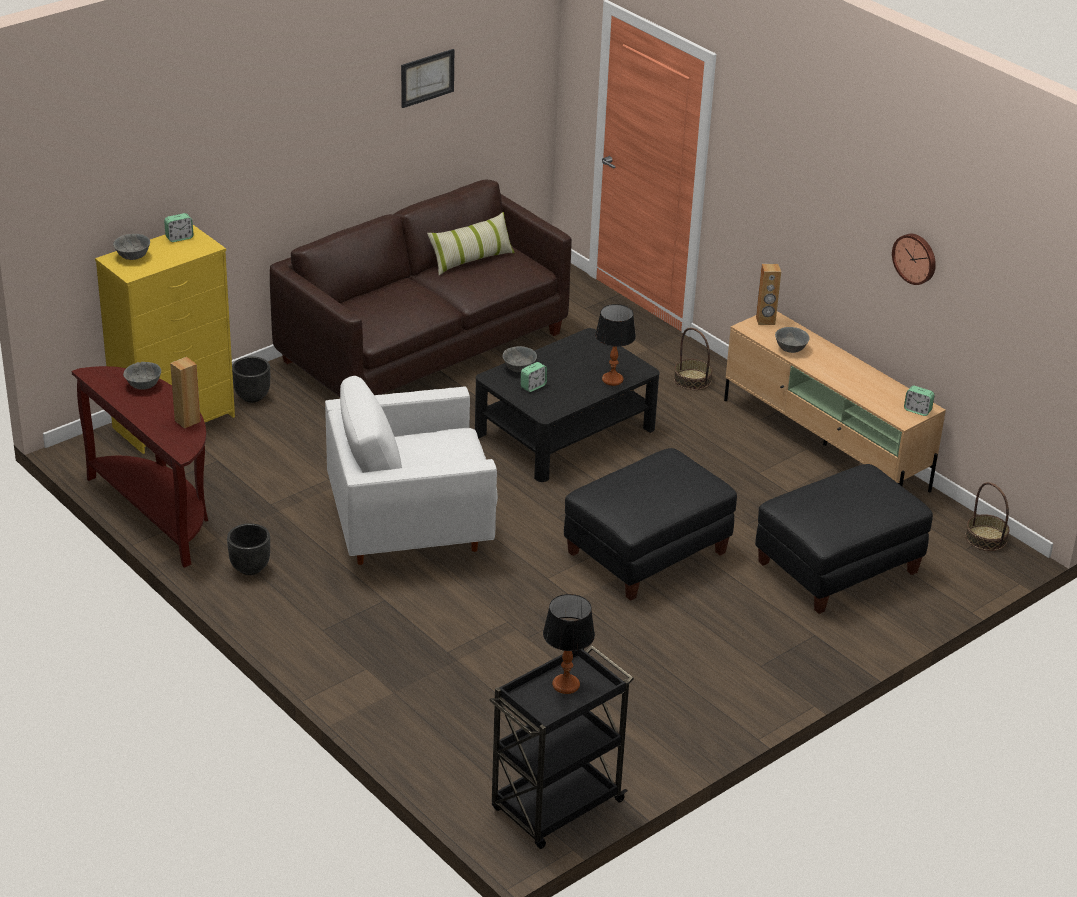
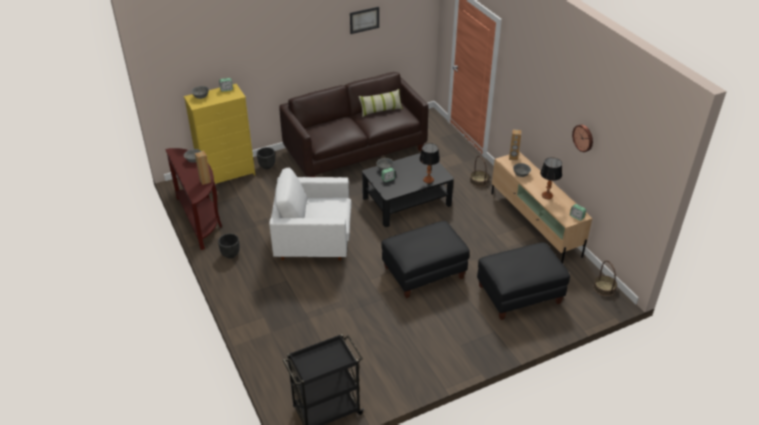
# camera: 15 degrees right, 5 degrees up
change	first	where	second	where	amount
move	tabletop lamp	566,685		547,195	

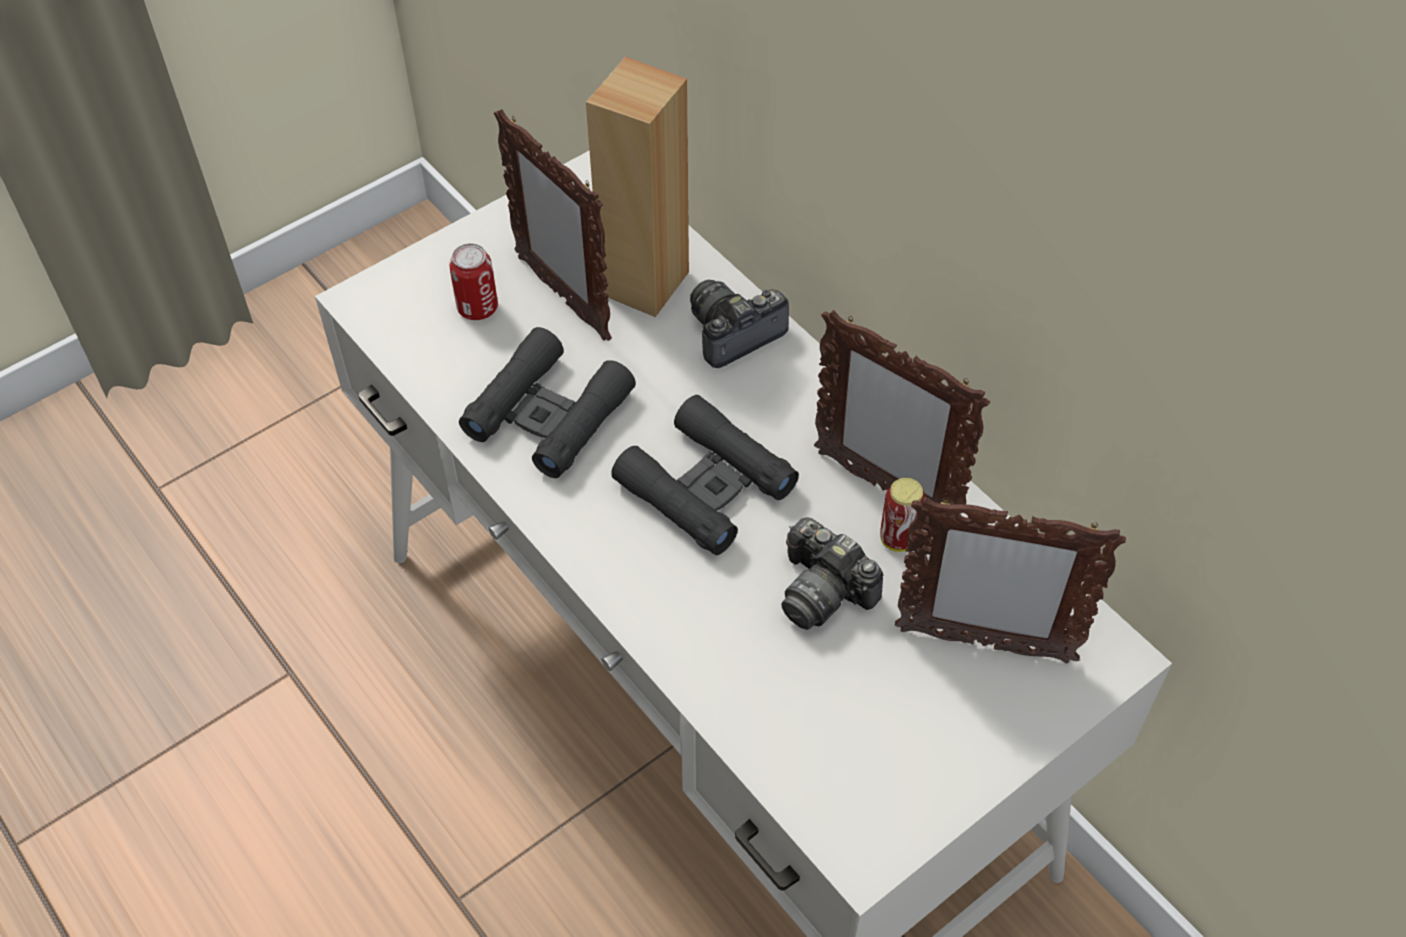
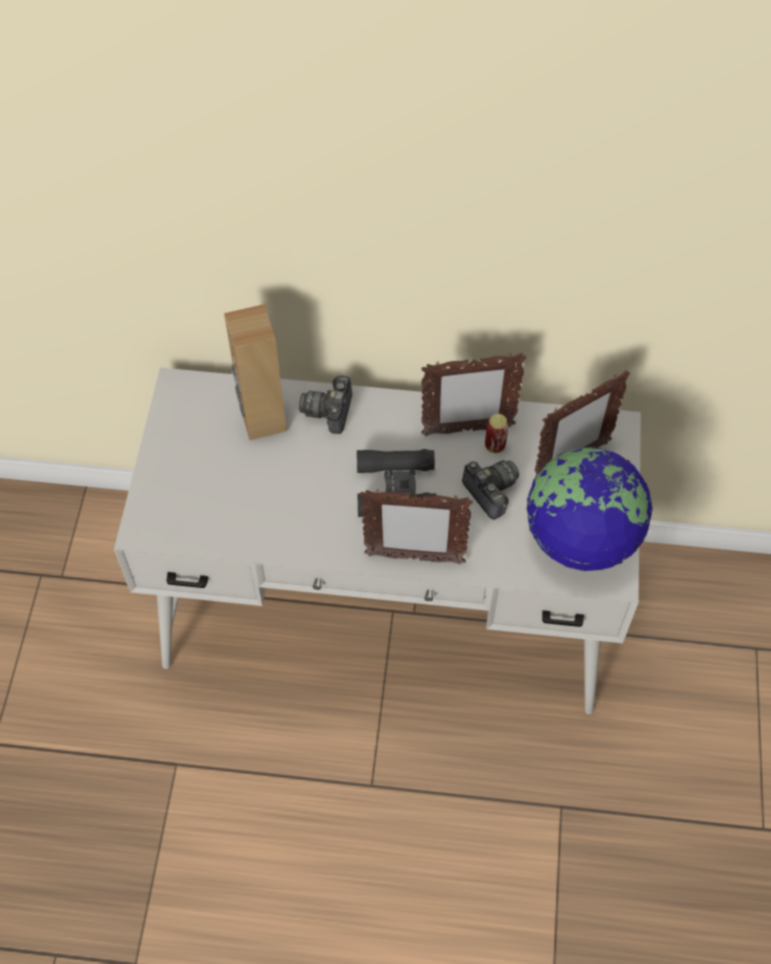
# camera: 45 degrees left, 5 degrees up
change	first	where	second	where	amount
move	photo frame	562,297		413,558	
delete	sealed can	477,308			
delete	field glasses (blackish)	548,414			
rotate	still camera	823,590		490,492	120 degrees counterclockwise
insert			desk globe	580,538	

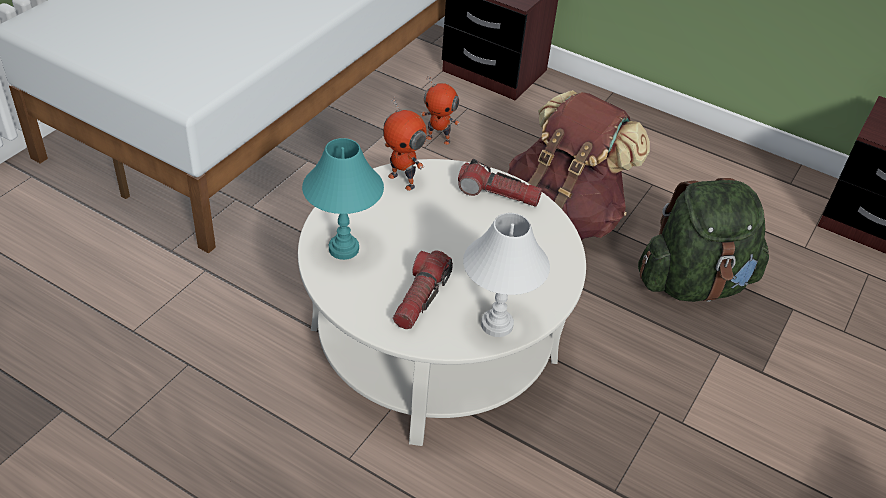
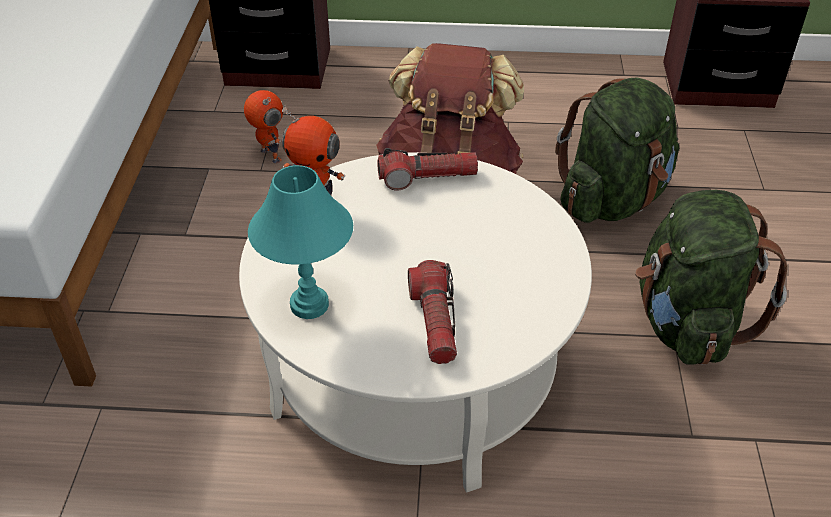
# camera: 25 degrees left, 0 degrees up
change	first	where	second	where	amount
rotate	model robot	438,139		269,156	120 degrees counterclockwise
delete	tabletop lamp (whitish)	497,325			
insert			rucksack (greenish)	686,323	

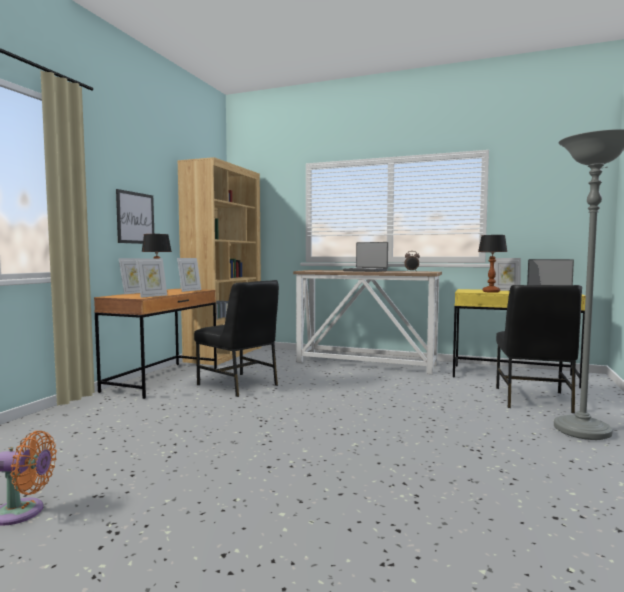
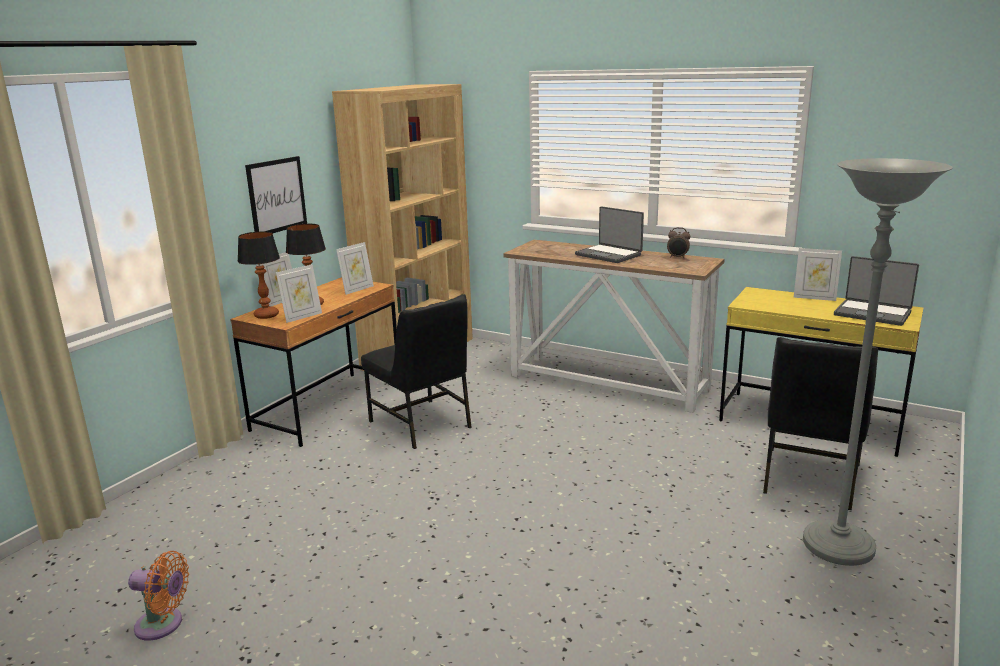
# camera: 10 degrees right, 15 degrees up
change	first	where	second	where	amount
move	tabletop lamp	490,292		266,315	

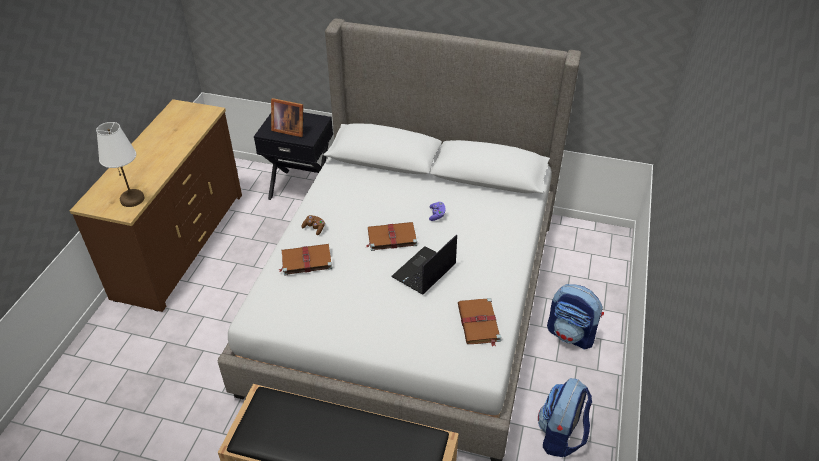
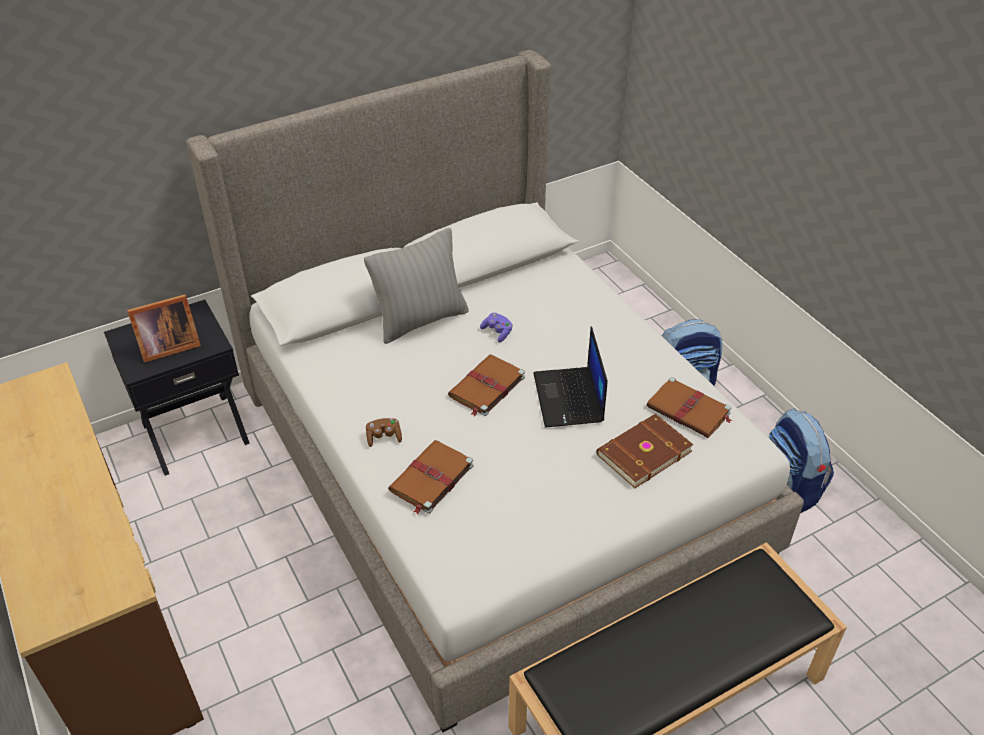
# camera: 45 degrees left, 0 degrees up
change	first	where	second	where	amount
delete	tabletop lamp (whitish)	132,199			
insert			cushion (grey)	421,320	
insert			book (brown-coloured)	642,452	

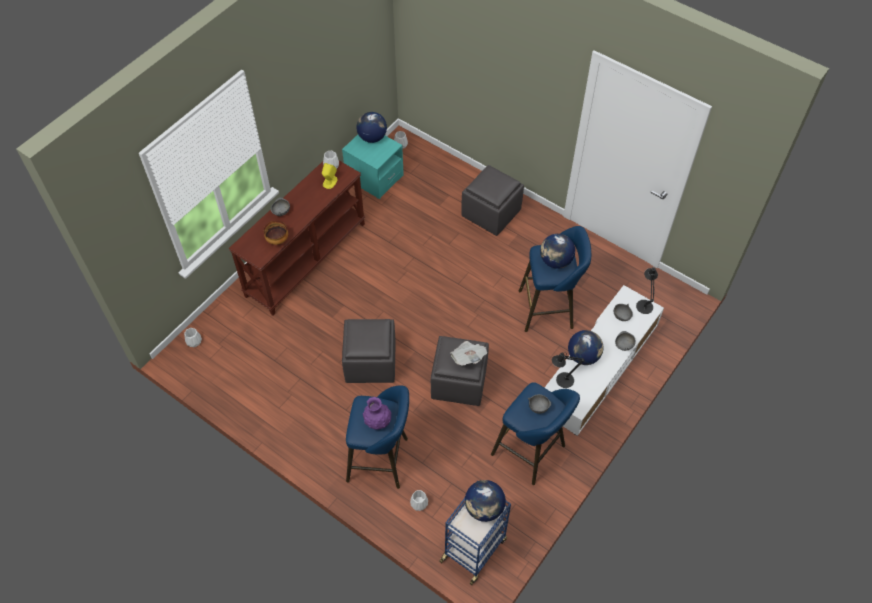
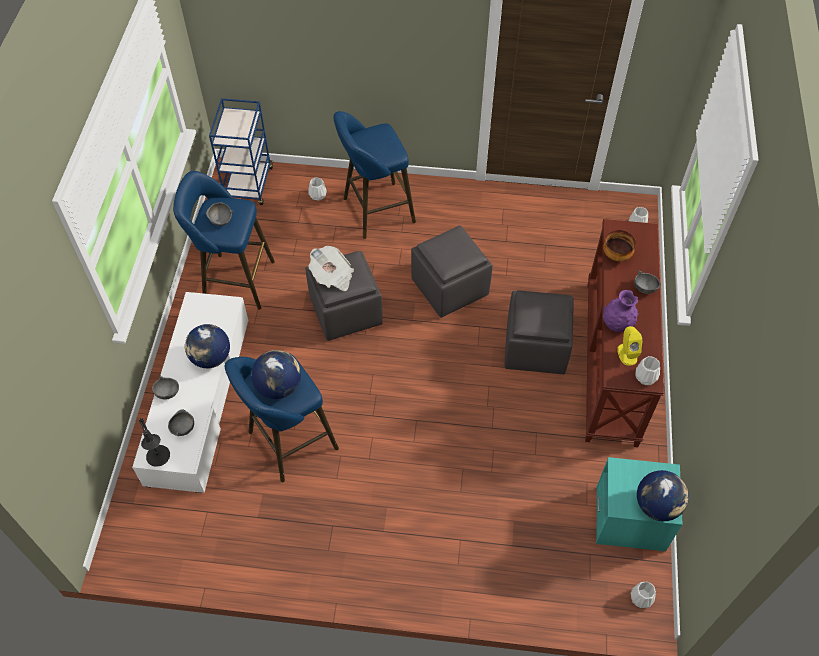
# camera: 150 degrees right, 0 degrees up
change	first	where	second	where	amount
move	pouffe (grey)	491,213		534,348	
delete	tabletop lamp (blackish)	562,380			
move	vase (purple)	377,422		617,324	
delete	desk globe	484,508			

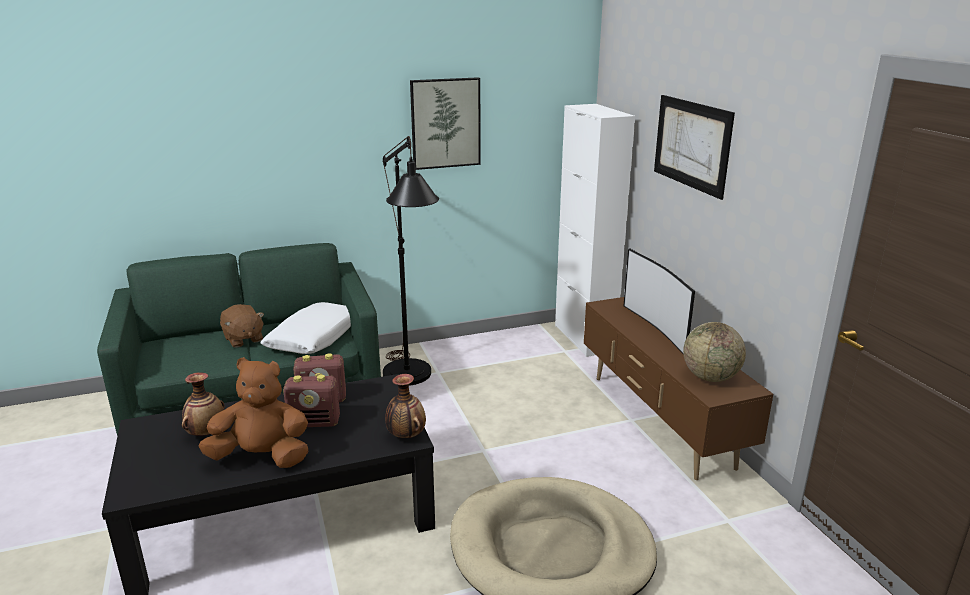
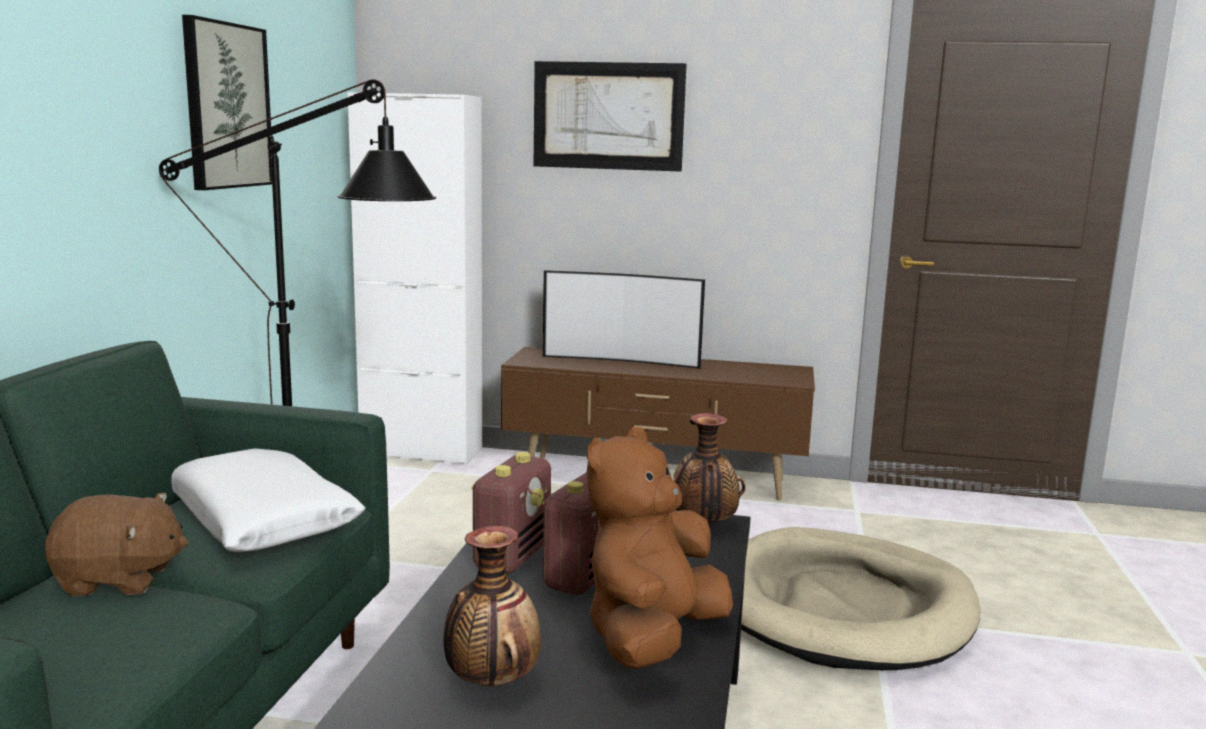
# camera: 60 degrees left, 10 degrees down
change	first	where	second	where	amount
delete	desk globe	710,377			

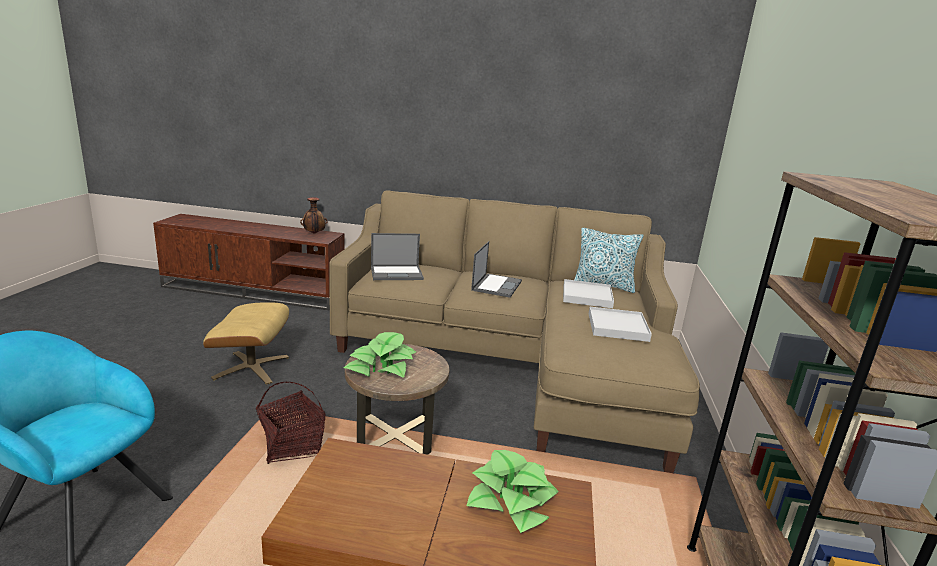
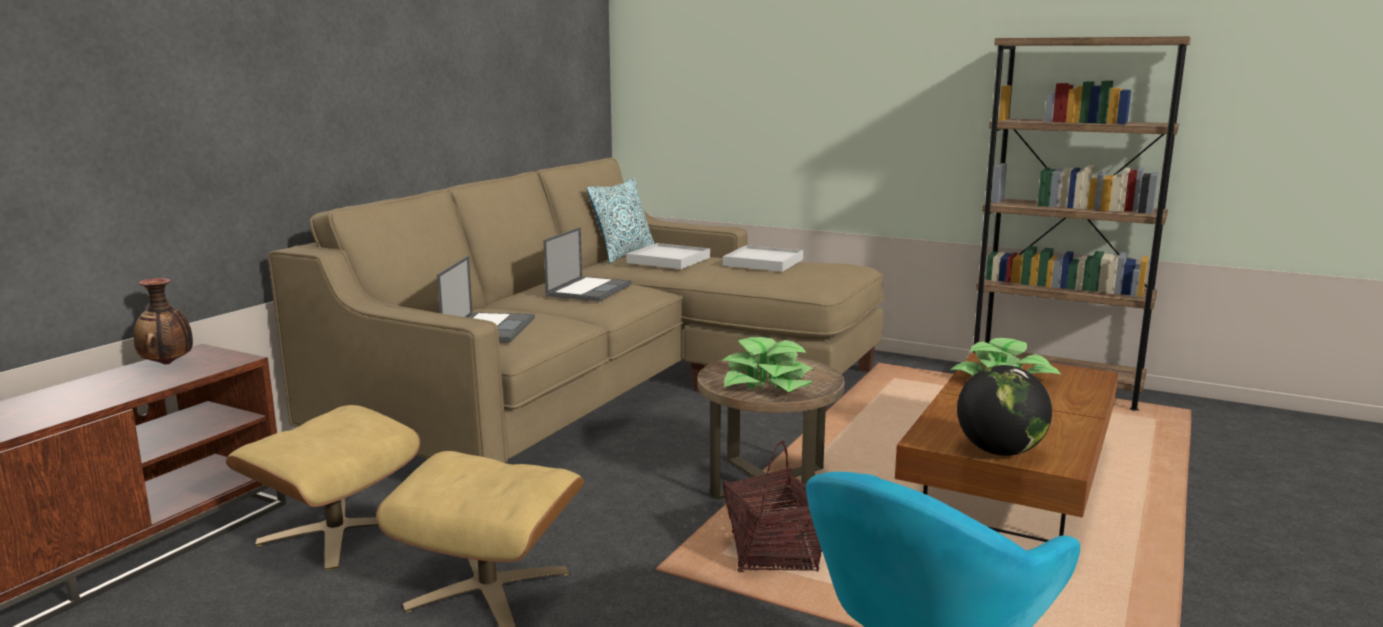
# camera: 70 degrees left, 5 degrees down
change	first	where	second	where	amount
rotate	notebook computer	496,285		589,290	75 degrees clockwise
insert			desk globe	999,451	
insert			pouffe (beige)	335,532	

